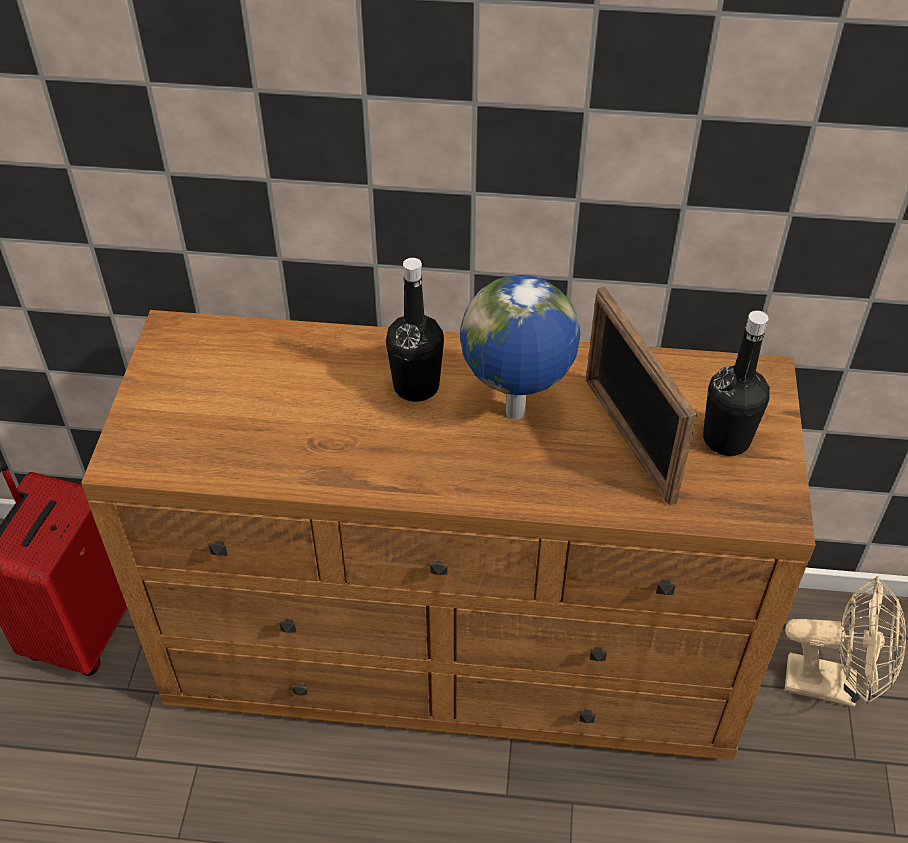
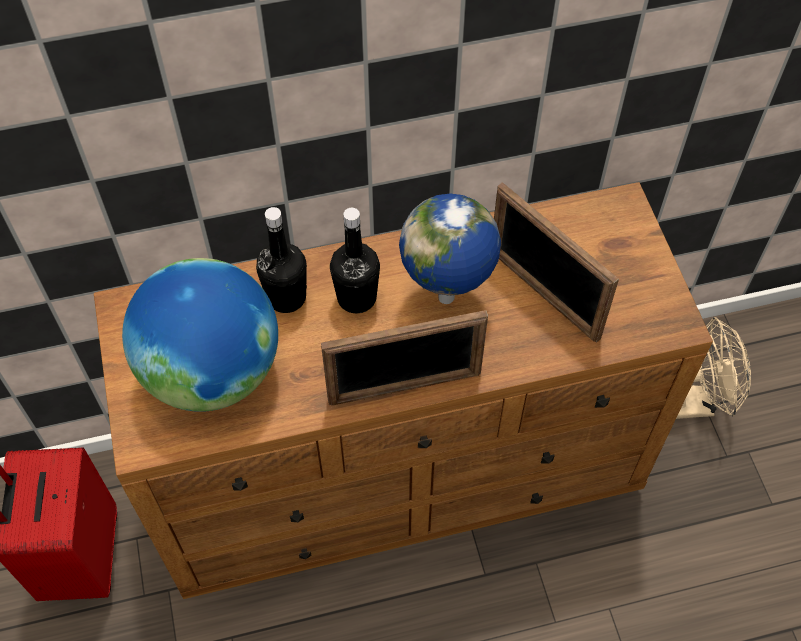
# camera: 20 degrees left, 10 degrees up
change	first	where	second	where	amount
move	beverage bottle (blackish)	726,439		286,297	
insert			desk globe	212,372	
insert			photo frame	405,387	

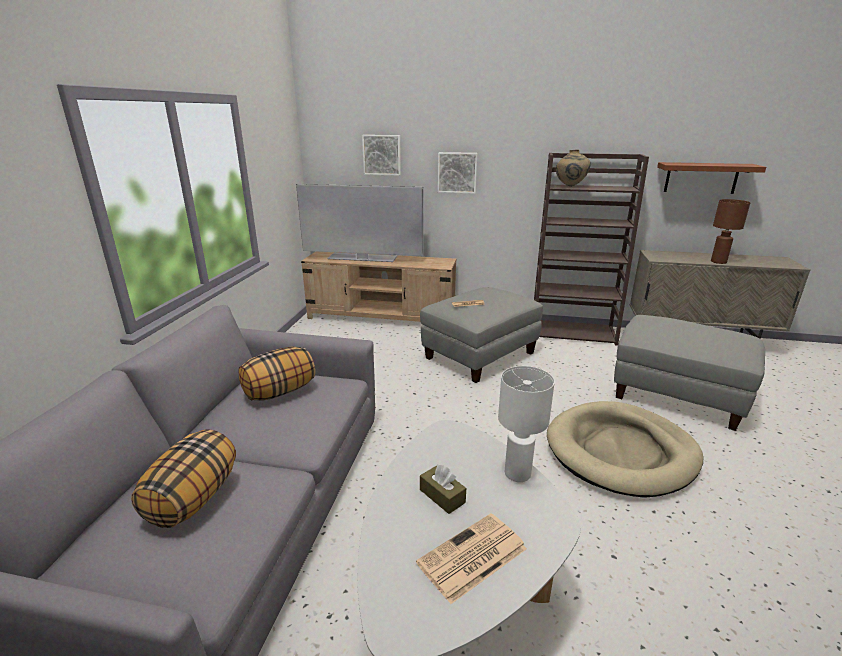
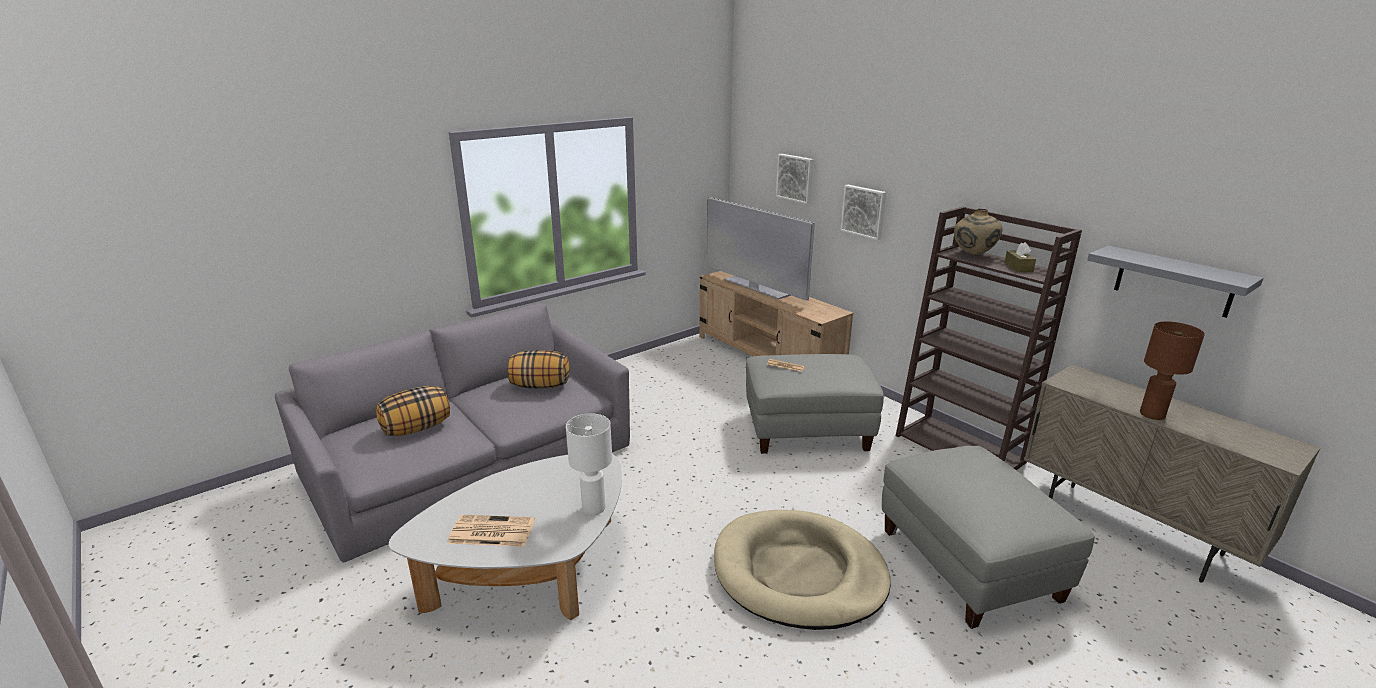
# camera: 40 degrees right, 0 degrees up
change	first	where	second	where	amount
recolor	wall shelf (brown-coloured)	701,178	wall shelf (grey)	1174,281	
move	tissue box (brown-coloured)	442,496		1018,267	

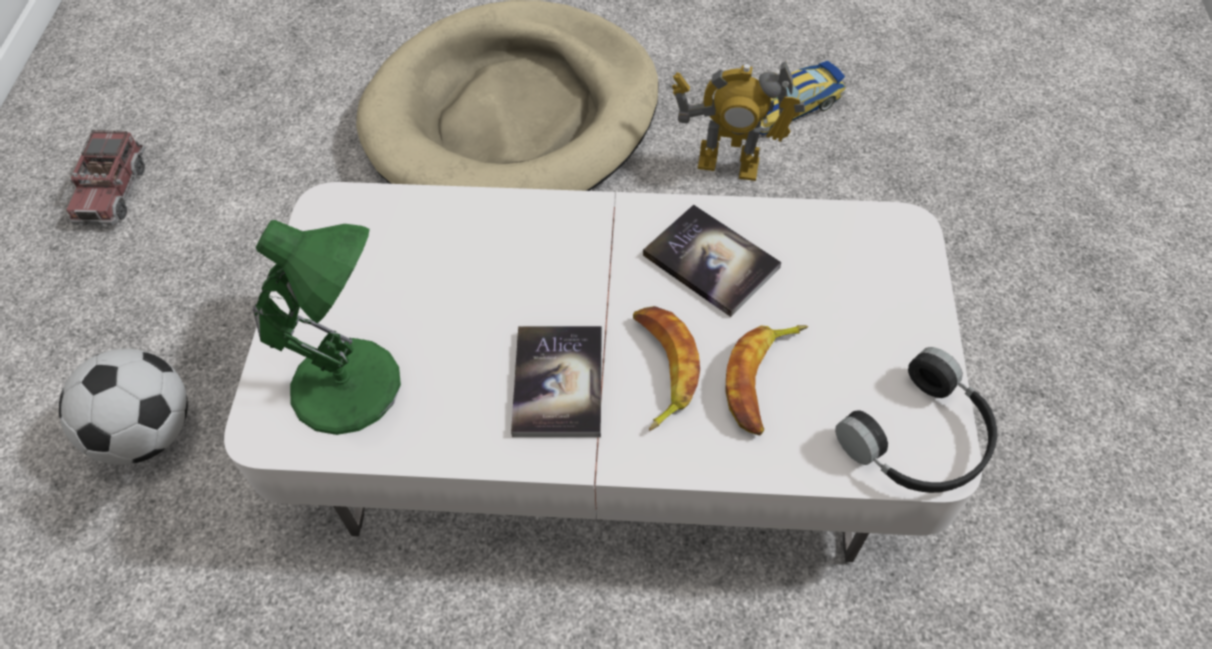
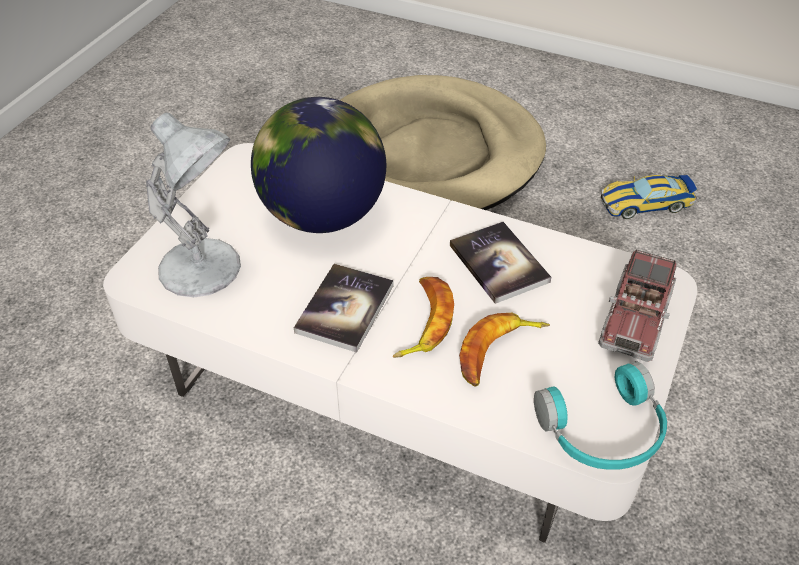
# camera: 20 degrees right, 10 degrees down
change	first	where	second	where	amount
delete	model robot	728,165			
move	model truck	113,191		635,319	
recolor	tabletop lamp (greenish)	351,385	tabletop lamp (whitish)	203,268	
recolor	headset (blackish)	921,440	headset (turquoise)	604,432	
delete	football	148,432			
insert			desk globe	322,215	

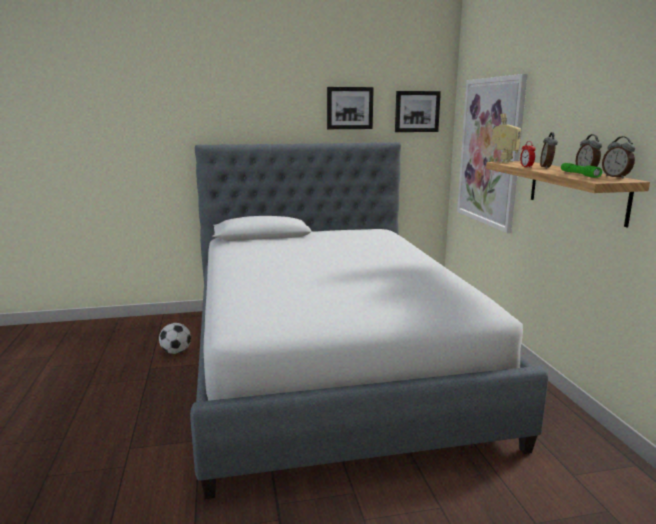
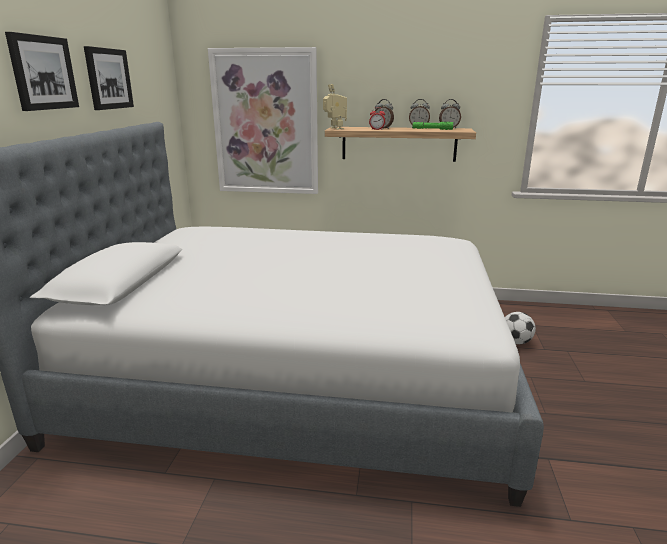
# camera: 70 degrees left, 5 degrees up
change	first	where	second	where	amount
move	wall art	417,111		43,73	
move	football	176,352		515,342	

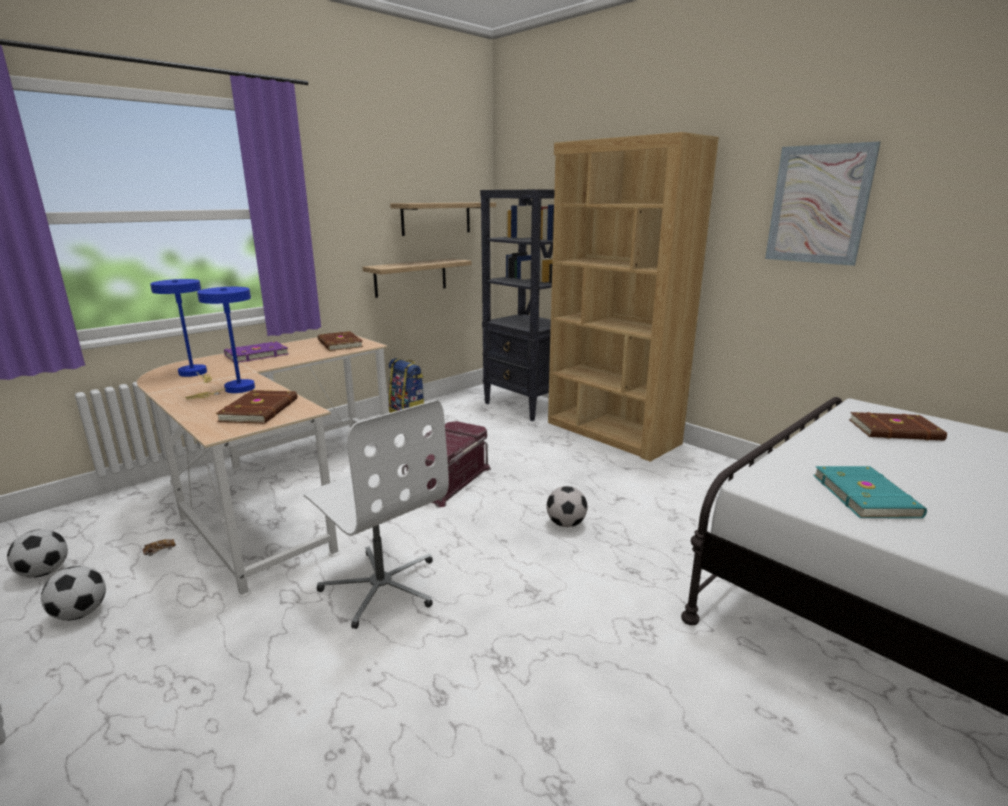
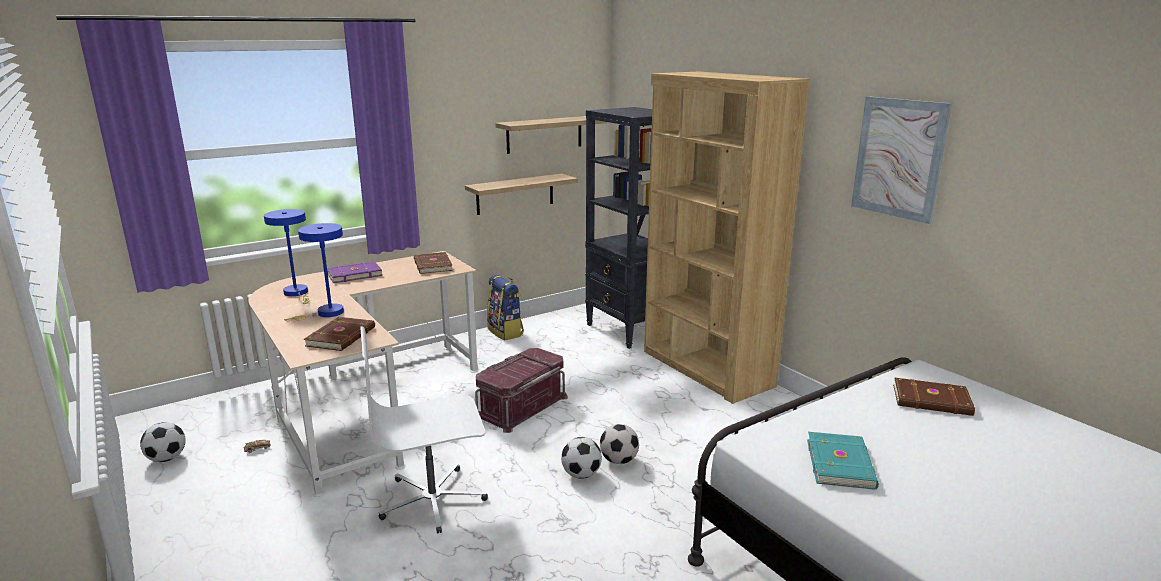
# camera: 10 degrees right, 0 degrees up
change	first	where	second	where	amount
rotate	office chair (whitish)	381,586		433,500	105 degrees clockwise
move	football	80,613		581,474	

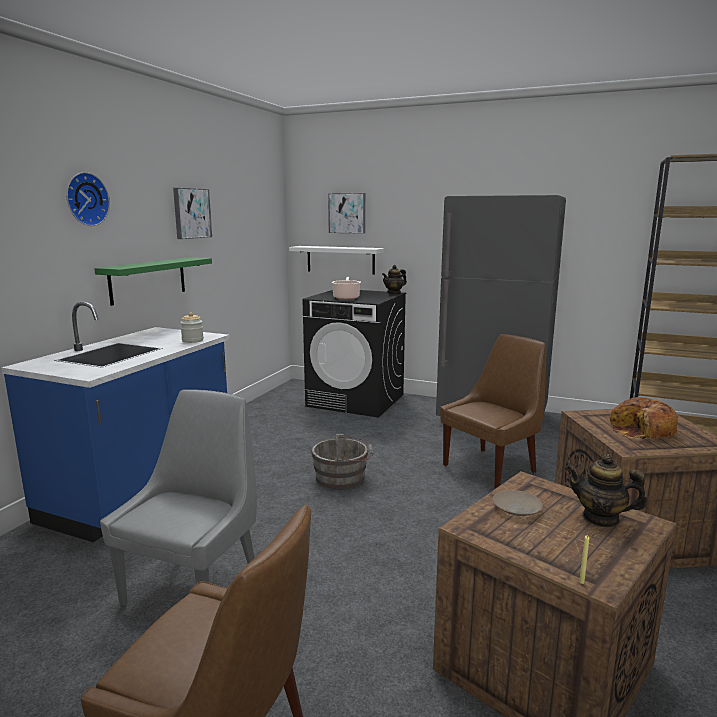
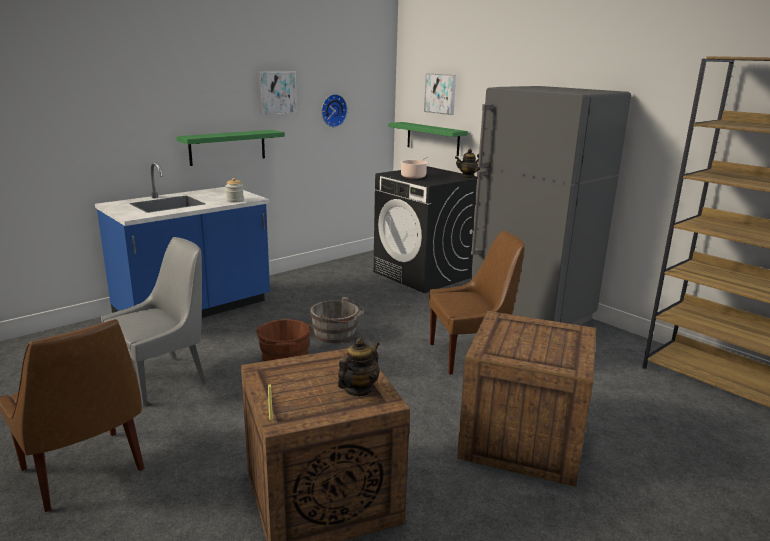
# camera: 25 degrees right, 5 degrees up
change	first	where	second	where	amount
move	hanging clock	85,199		332,110	
recolor	wall shelf (whitish)	340,260	wall shelf (greenish)	433,138	
delete	bakery bread	642,431			
rotate	teapot	601,518		358,390	75 degrees clockwise
delete	flat dish (beige)	517,509			
insert			bucket (brown-coloured)	285,357	

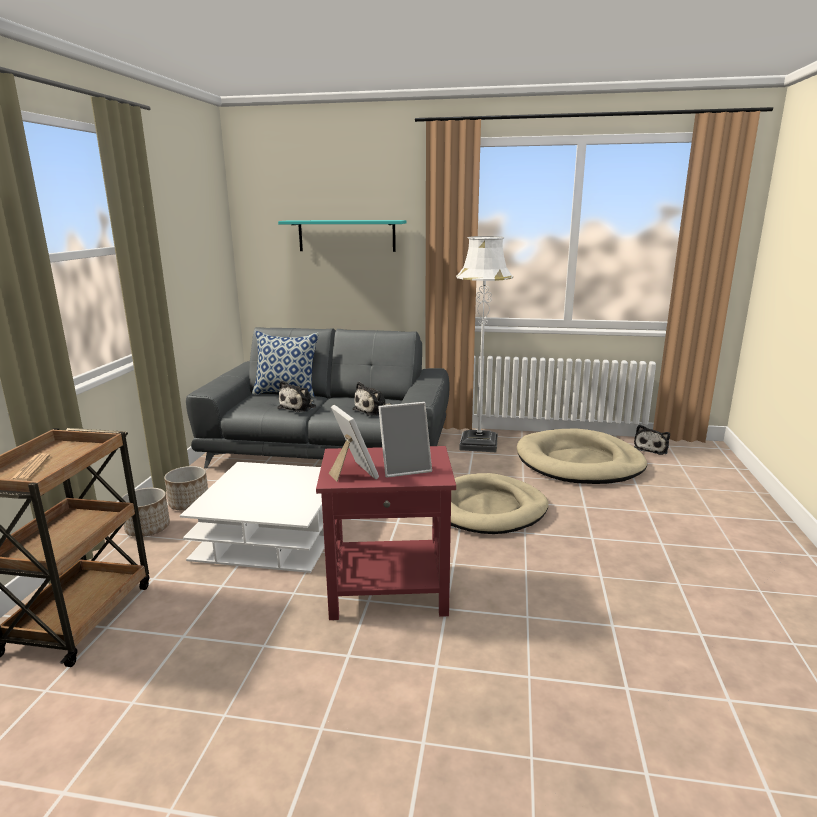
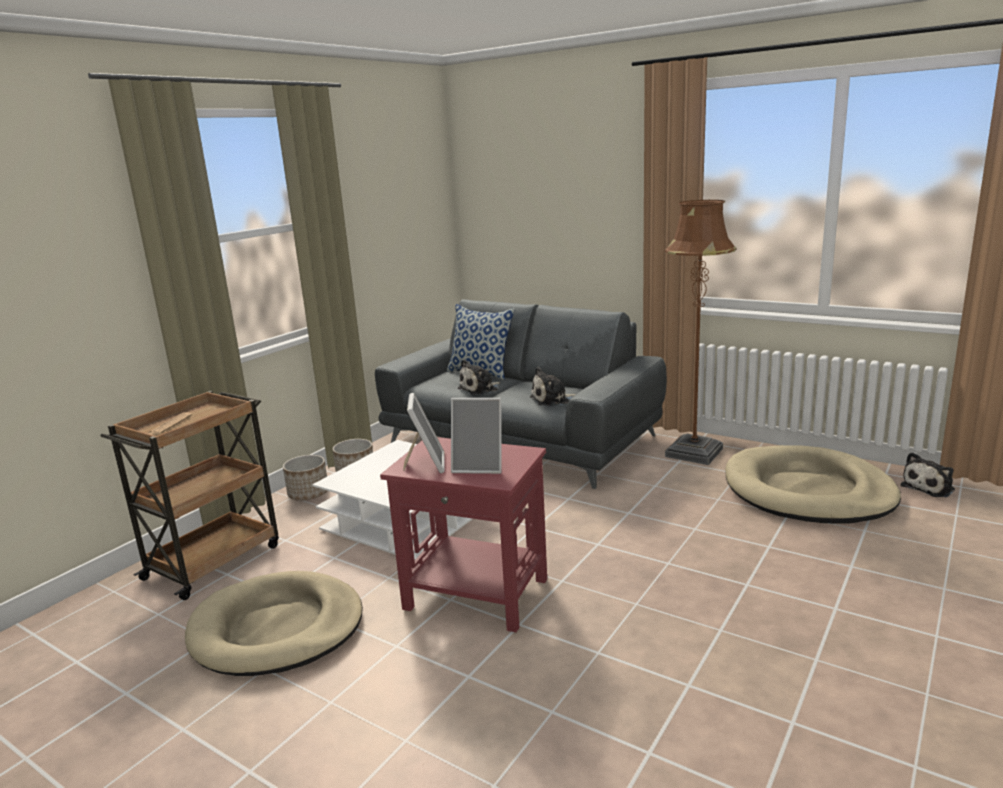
# camera: 25 degrees right, 0 degrees up
change	first	where	second	where	amount
delete	wall shelf (turquoise)	346,235			
recolor	standard lamp (whitish)	479,444	standard lamp (brown-coloured)	694,452	
move	dog cushion (beige)	488,509		277,629	

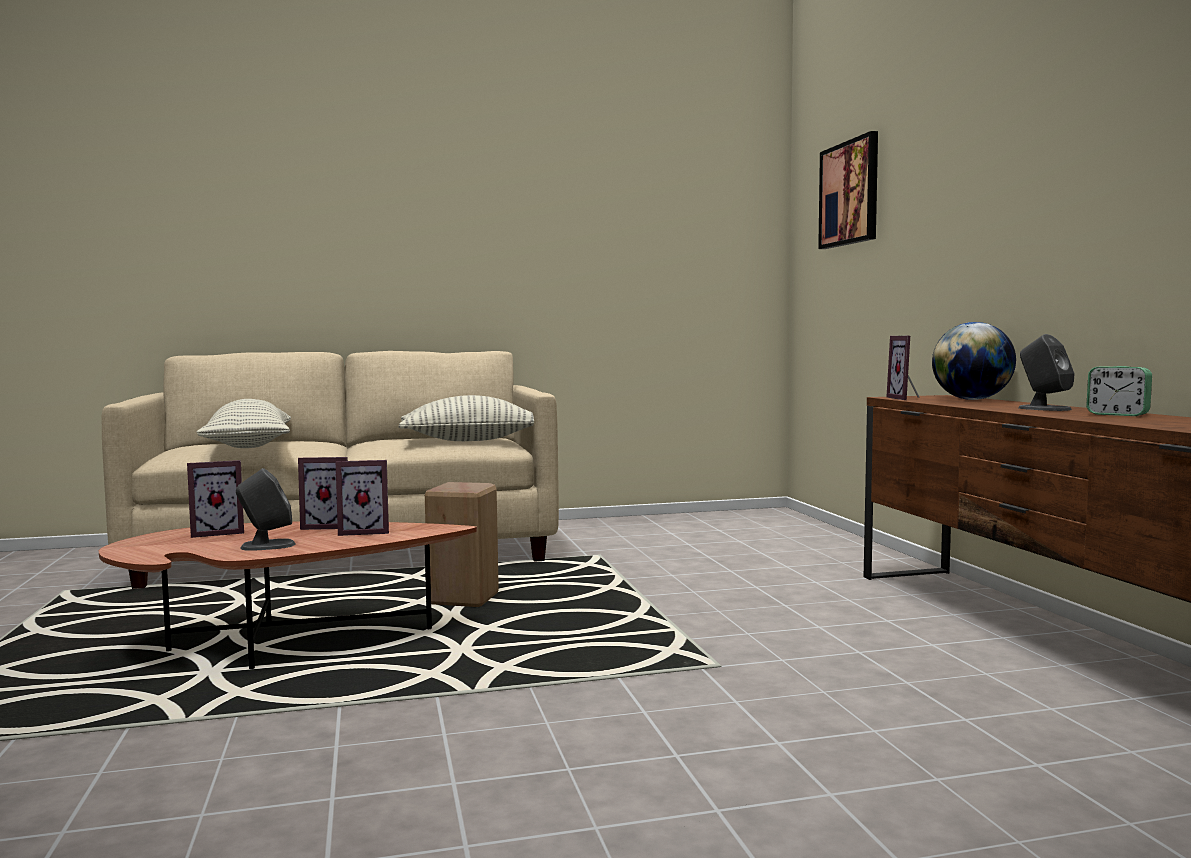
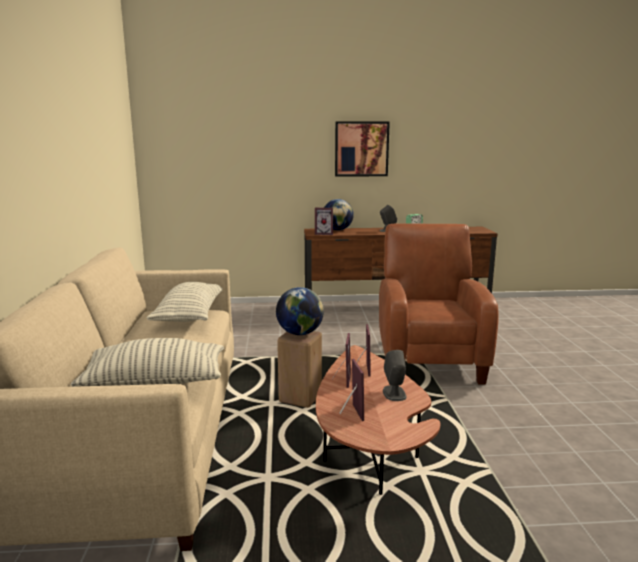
# camera: 80 degrees left, 10 degrees up
change	first	where	second	where	amount
move	wall art	849,193		361,149	
insert			lounge chair (brown-coloured)	428,359	
insert			desk globe	300,333	

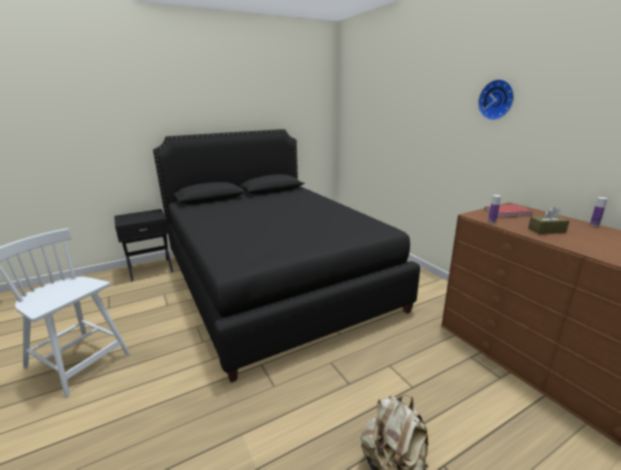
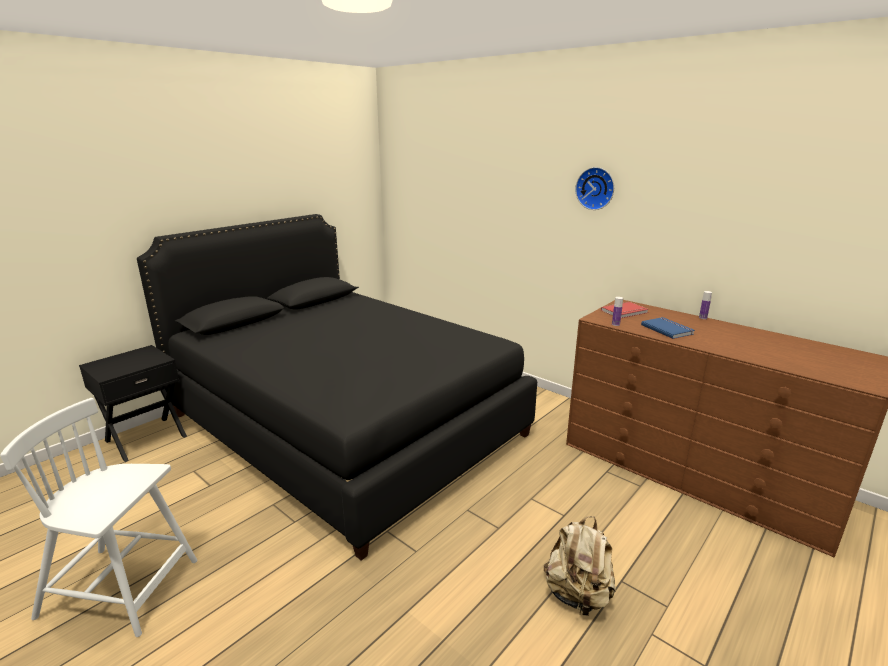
# camera: 20 degrees left, 0 degrees up
change	first	where	second	where	amount
replace	tissue box (brown-coloured)	546,230	book (bluish)	668,329	

